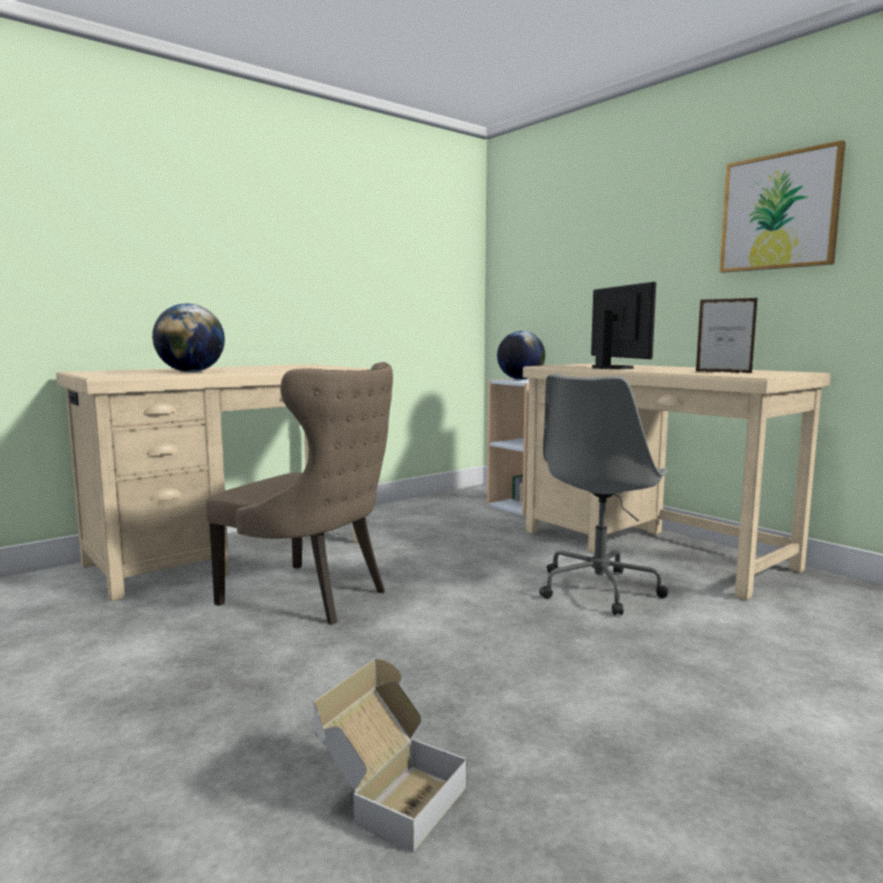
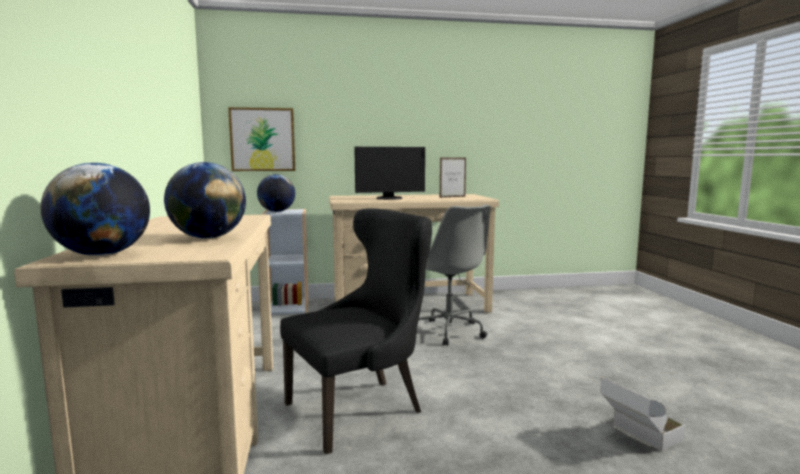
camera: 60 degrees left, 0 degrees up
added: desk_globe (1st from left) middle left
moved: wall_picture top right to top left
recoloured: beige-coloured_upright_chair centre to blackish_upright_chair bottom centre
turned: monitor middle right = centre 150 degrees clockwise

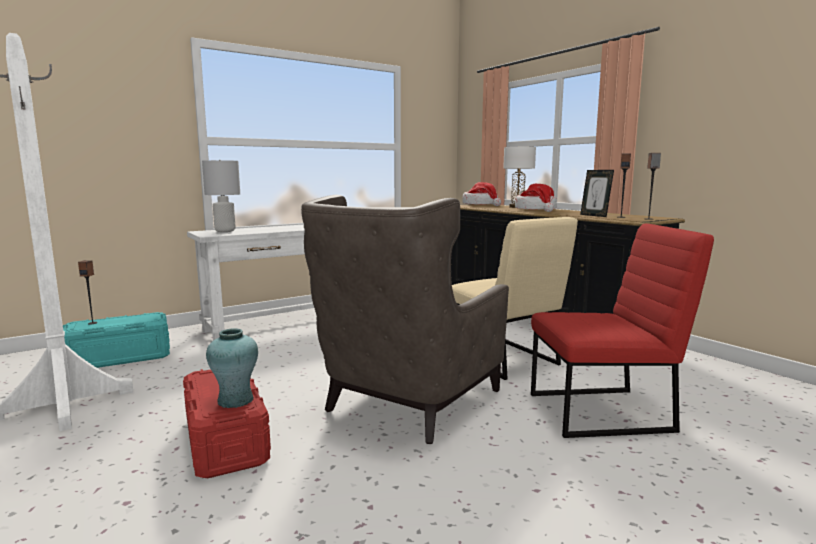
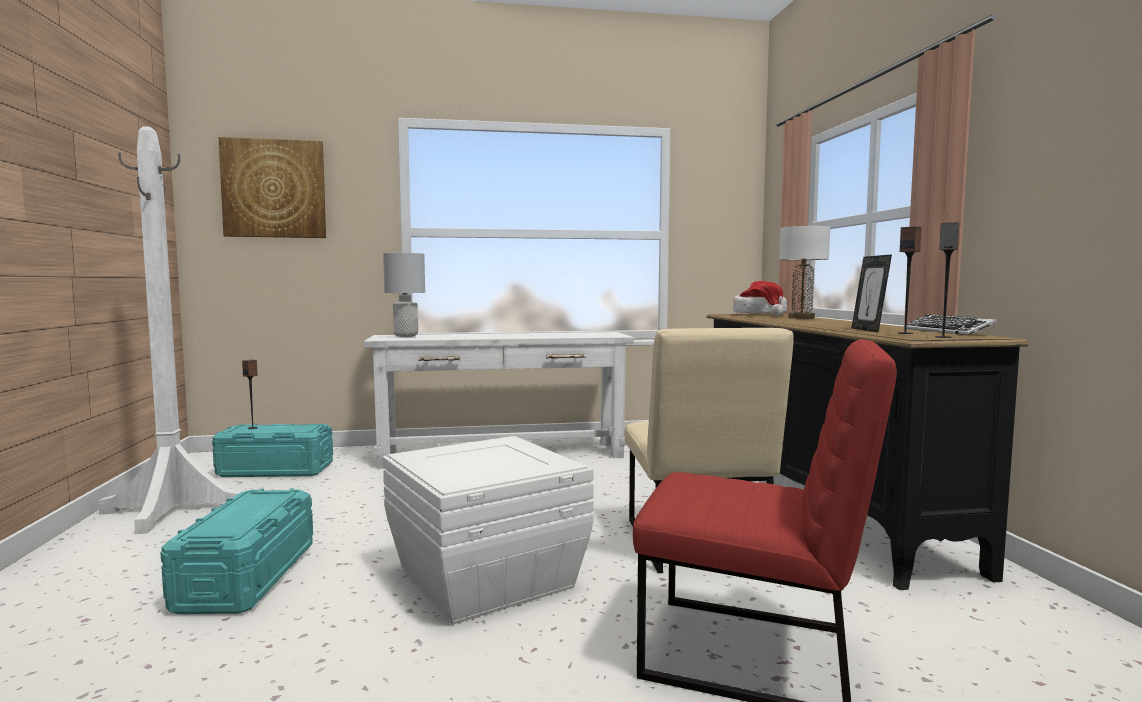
camera: 25 degrees right, 5 degrees down
removed: hat (2nd from left) centre; blue-green_decorative_vase bottom left
added: wall_picture top left; keyboard middle right
replaced: grey_lounge_chair centre to whitish_storage_container bottom centre
recoloured: red_storage_container bottom left to blue-green_storage_container (1st from left) bottom left

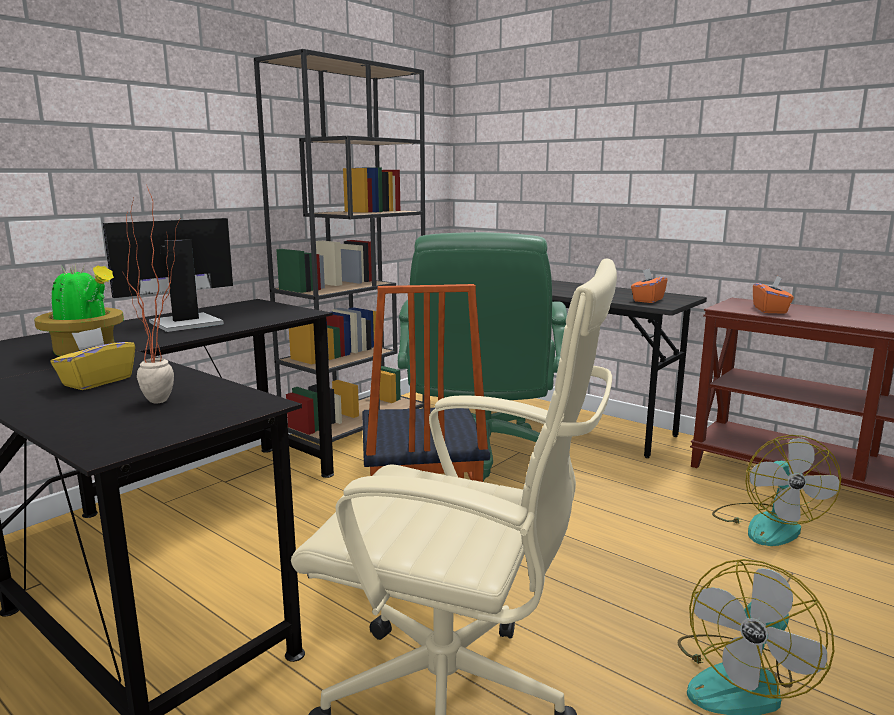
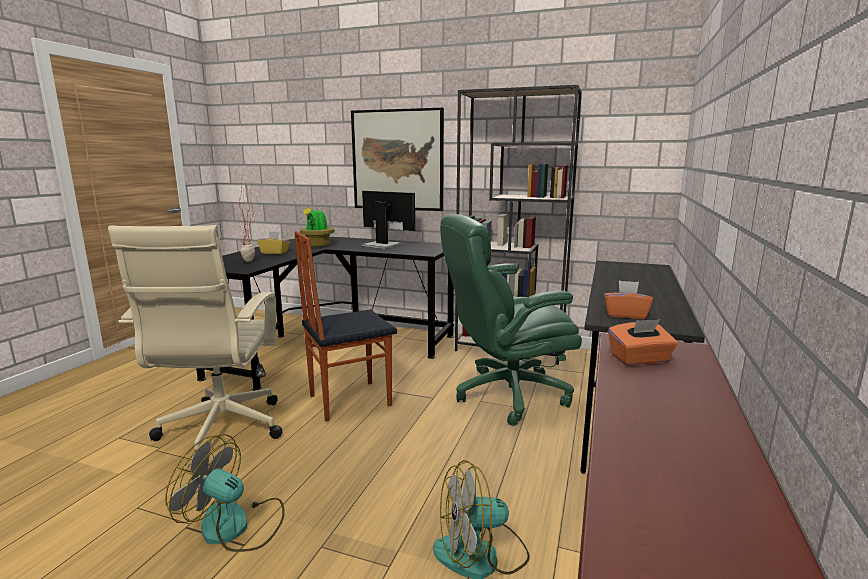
camera: 70 degrees right, 0 degrees up
added: wall_picture top centre

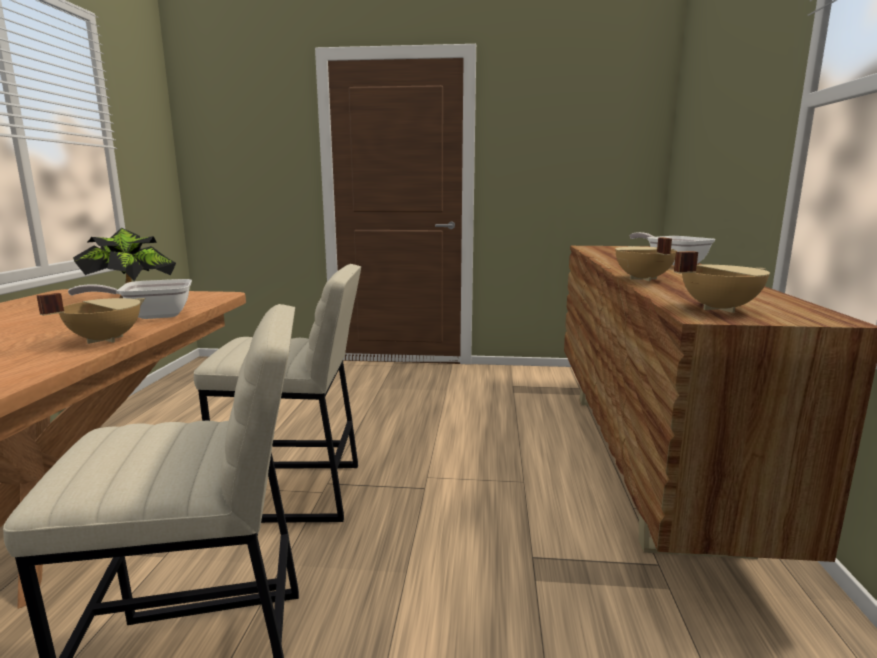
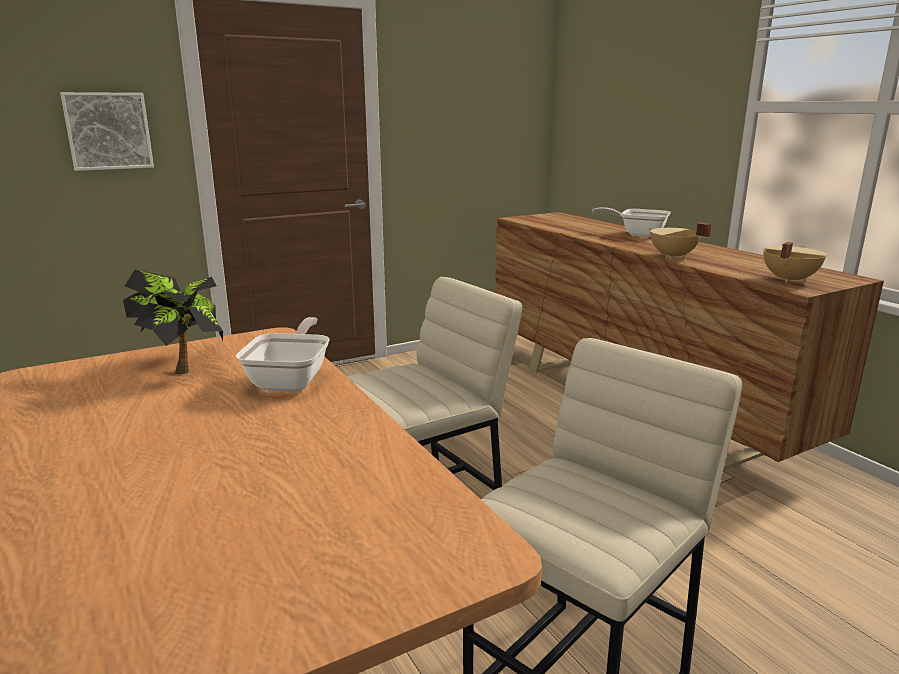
camera: 35 degrees left, 5 degrees up
removed: beige-coloured_saucepot (1st from left) middle left
added: wall_picture top left
turned: skillet (1st from left) middle left = middle left 150 degrees clockwise

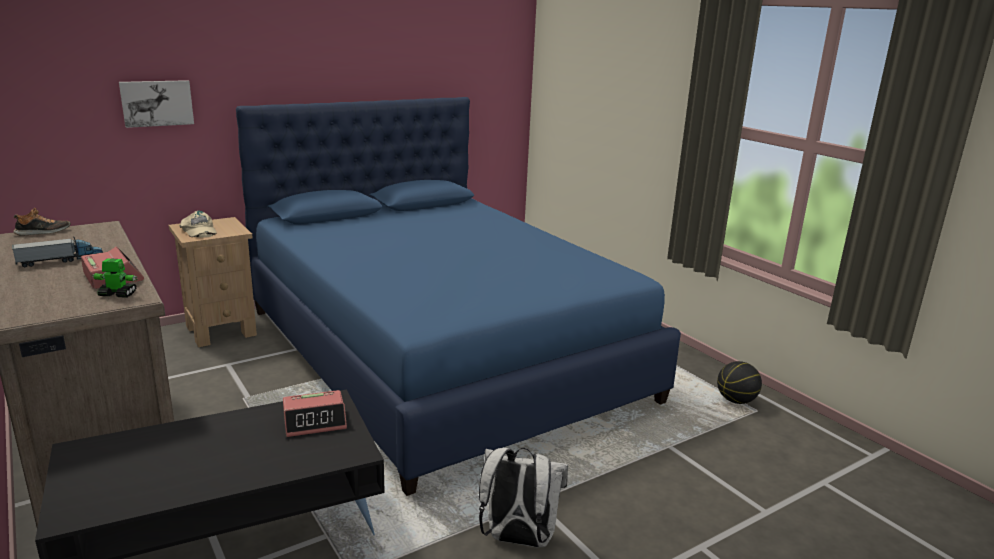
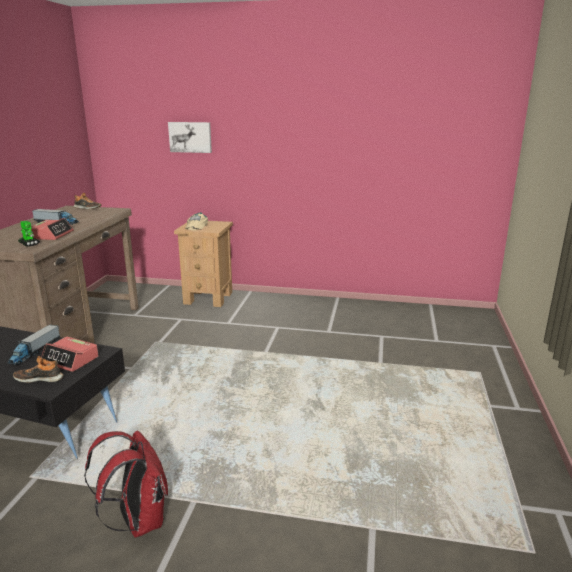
camera: 45 degrees right, 0 degrees up
removed: bluish_sleeping_bed centre; ball_for_basketball bottom right
added: model_truck (1st from left) middle left; shoe (1st from left) middle left
recoloured: whitish_rucksack bottom centre to red_rucksack bottom left

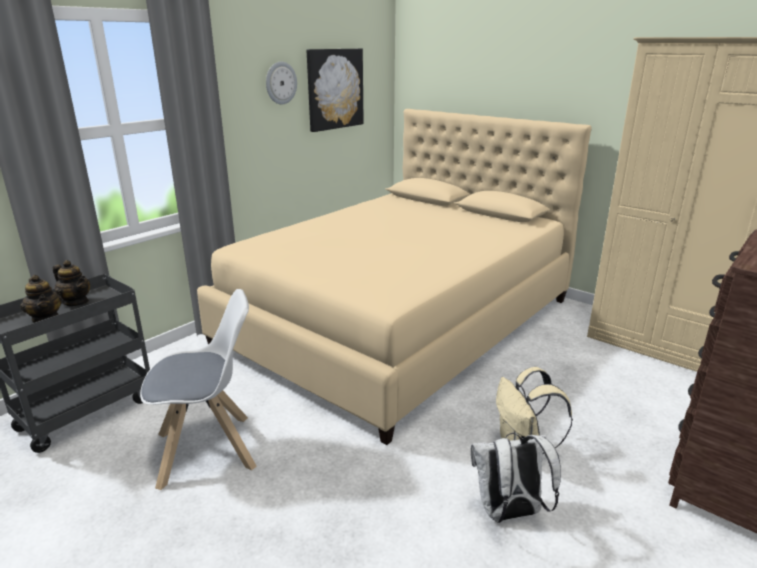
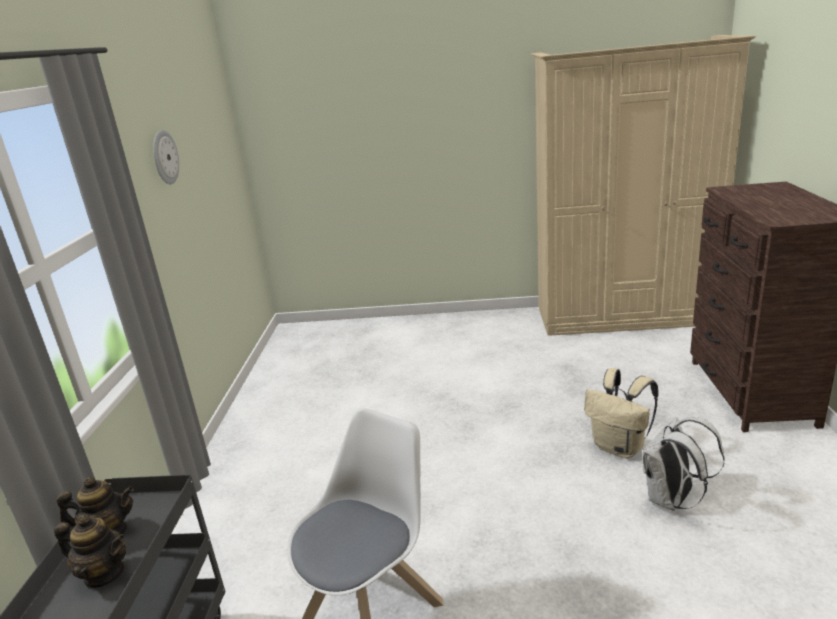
camera: 35 degrees left, 0 degrees up
removed: wall_picture top centre; beige-coloured_sleeping_bed centre

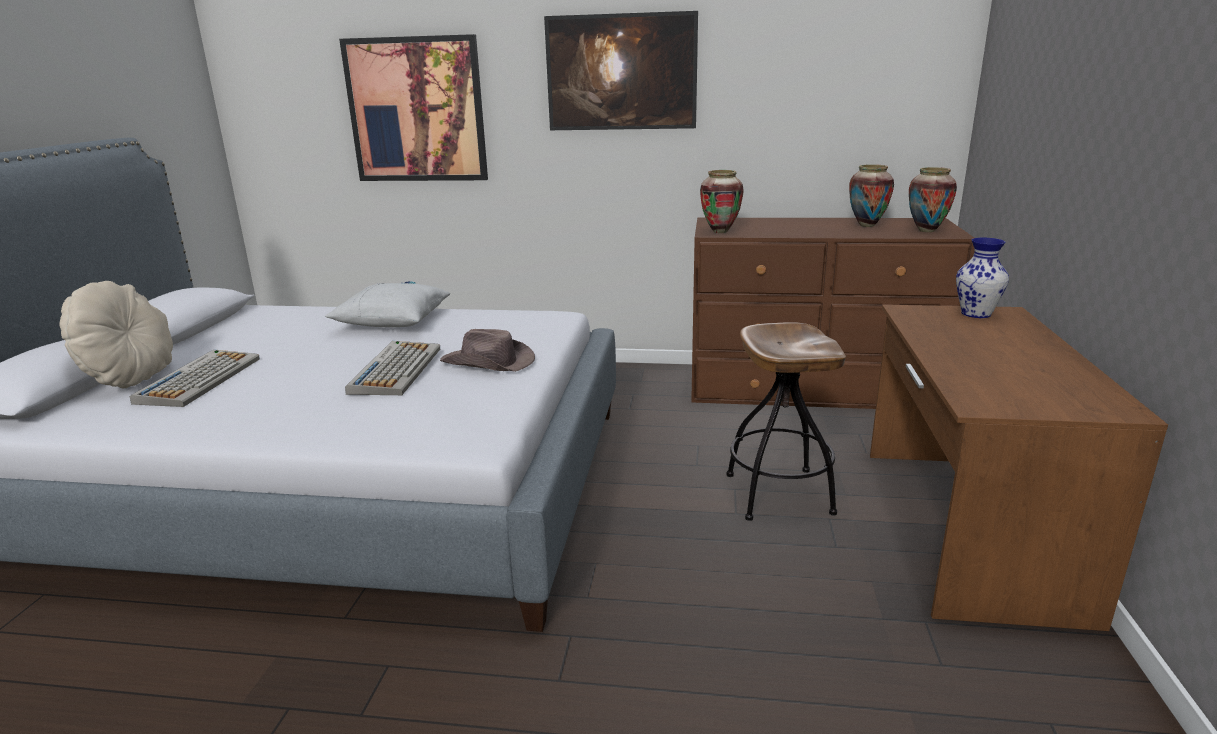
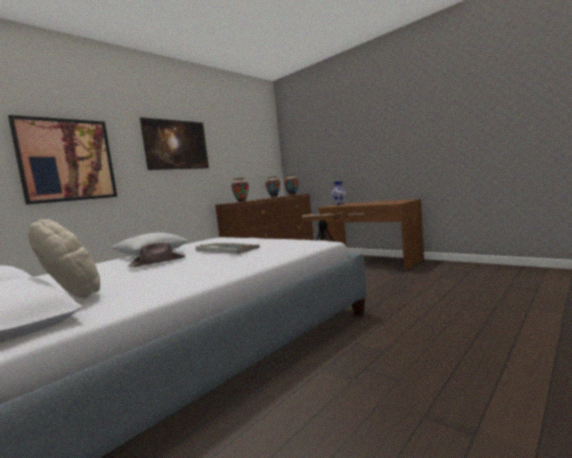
camera: 55 degrees left, 15 degrees down
removed: keyboard (1st from left) middle left
moved: brown-coloured_hat centre to middle left

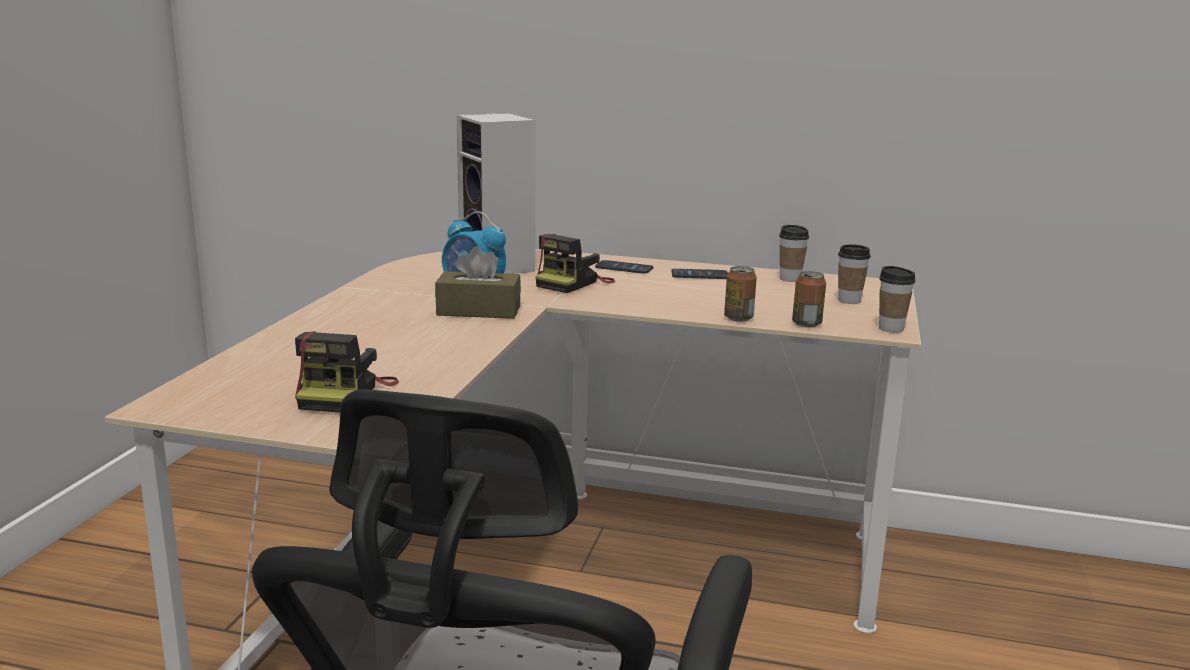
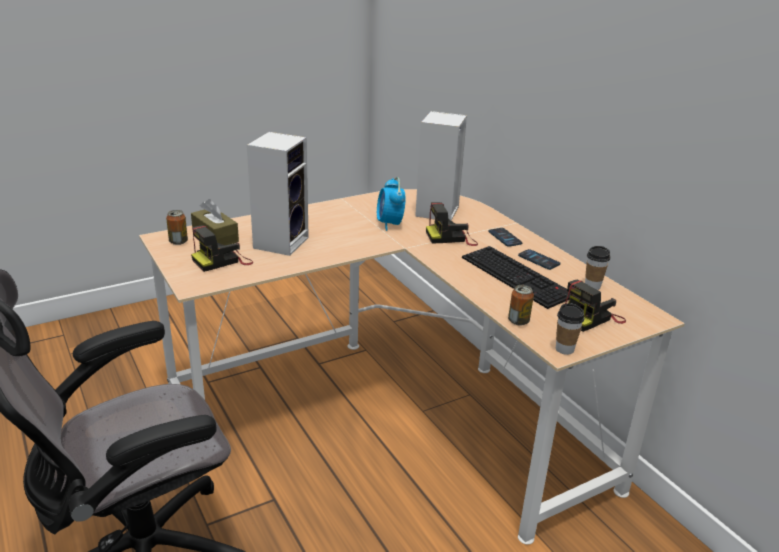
camera: 45 degrees right, 10 degrees up
added: audio_speaker (1st from left) centre; keyboard centre
moved: brown-coloured_tissue_holder centre to middle left; can (1st from left) centre to middle left
replaced: drinking_cup (2nd from left) middle right to photo_camera (3rd from left) middle right

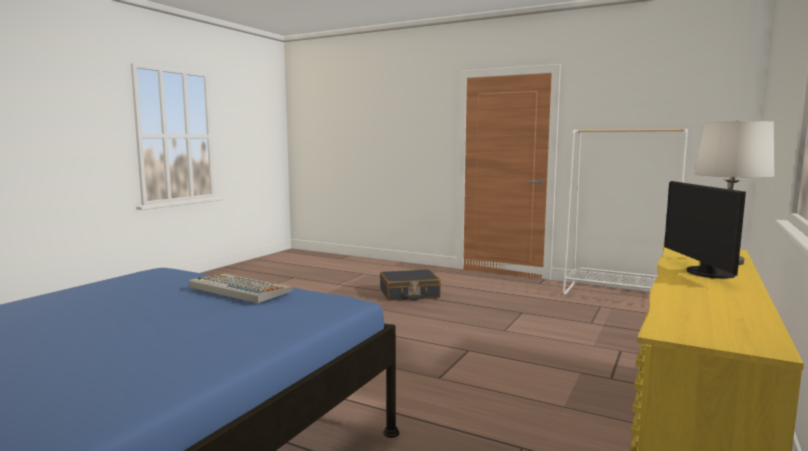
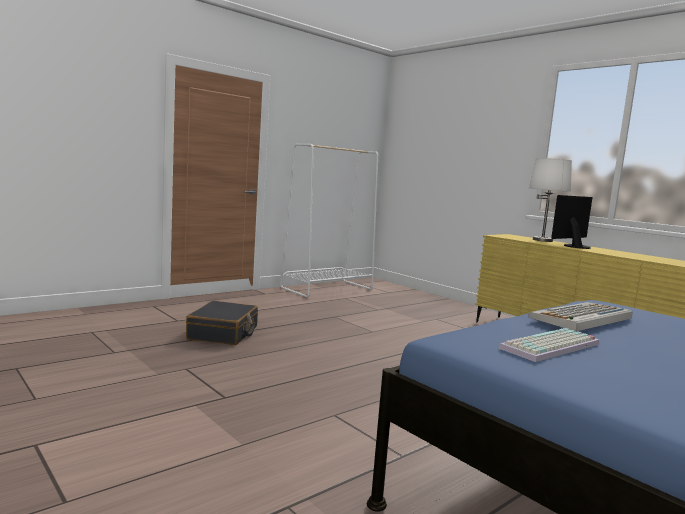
camera: 70 degrees left, 0 degrees up
added: keyboard (1st from left) bottom right
turned: monitor middle right = middle right 120 degrees clockwise

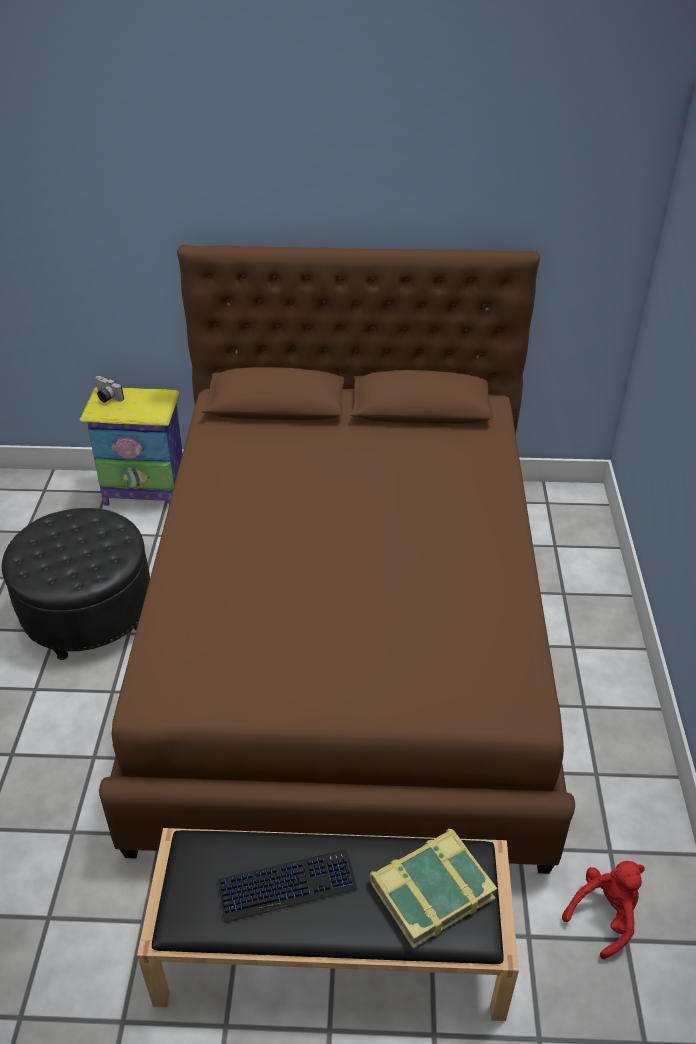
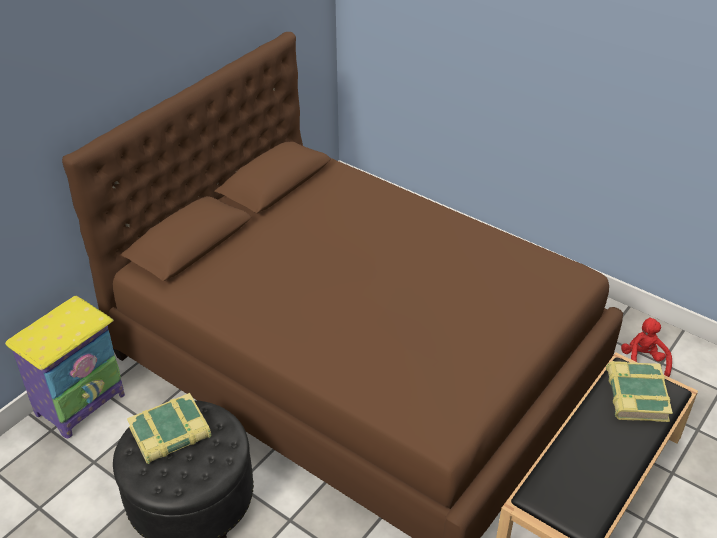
camera: 55 degrees left, 0 degrees up
removed: photo_camera middle left; keyboard bottom centre
added: bound_book (1st from left) bottom left

